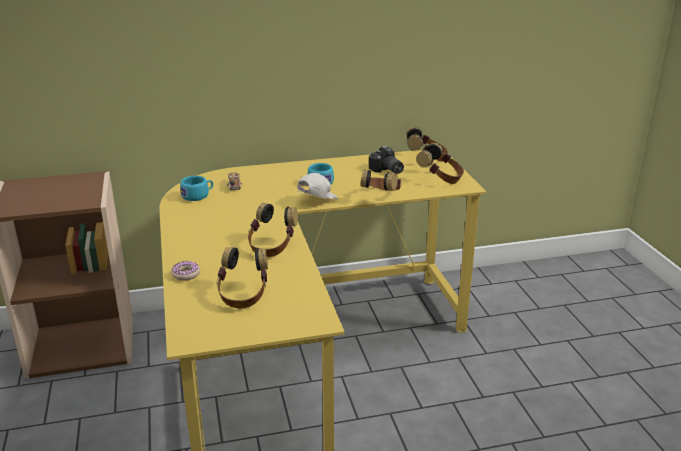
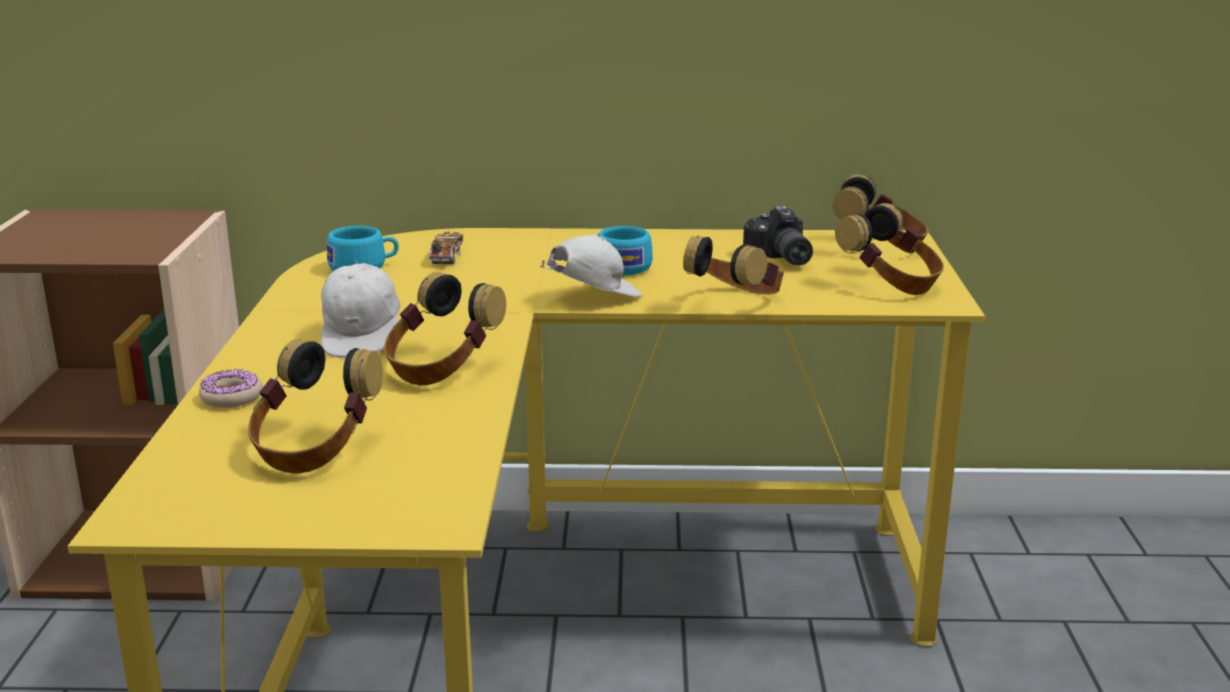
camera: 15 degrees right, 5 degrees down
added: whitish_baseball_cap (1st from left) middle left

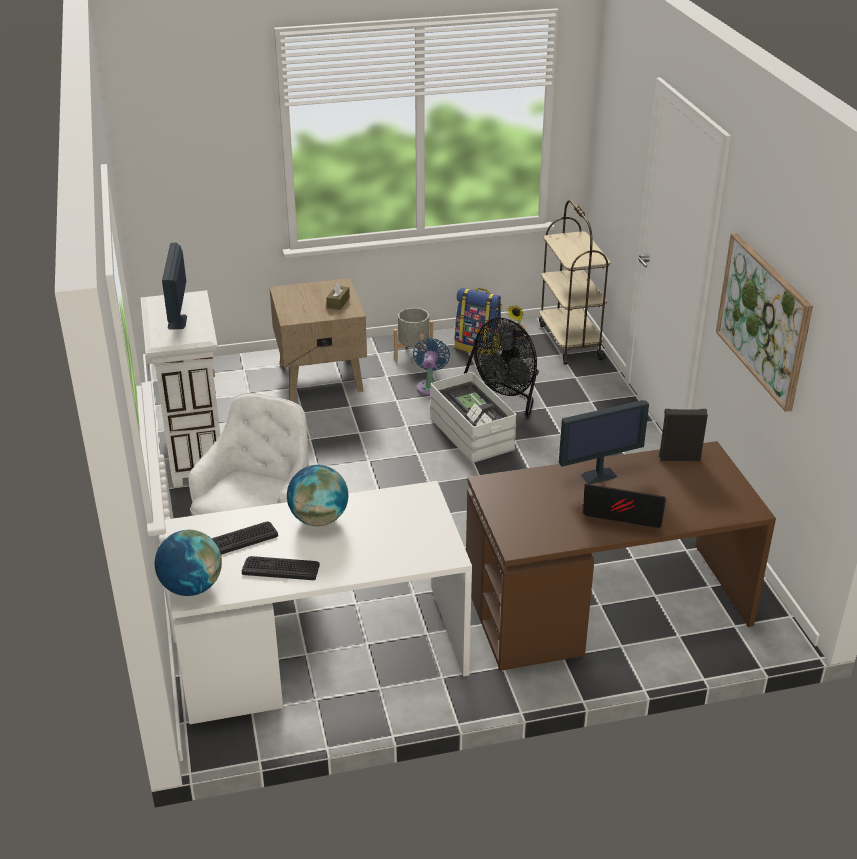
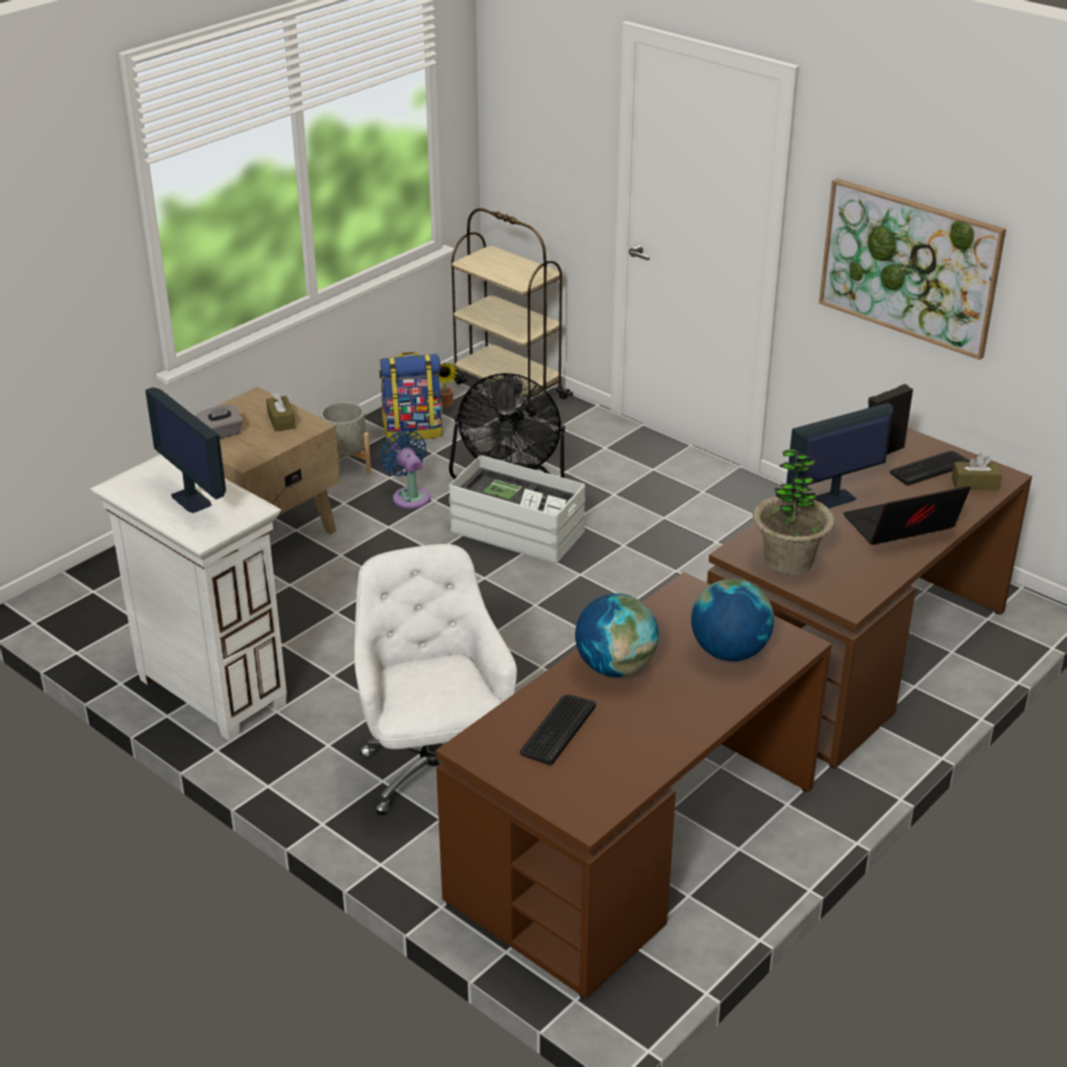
camera: 35 degrees left, 0 degrees up
added: grey_tissue_holder middle left; plant_in_a_pot (2nd from left) middle right; brown-coloured_tissue_holder (2nd from left) middle right
moved: desk_globe (1st from left in the first image) middle left to desk_globe (2nd from left) middle right; keyboard (2nd from left) middle left to middle right
recoloured: whitish_desk_unit bottom centre to brown-coloured_desk_unit (1st from left) bottom centre
turned: monitor (2nd from left) middle right = middle right 150 degrees counterclockwise

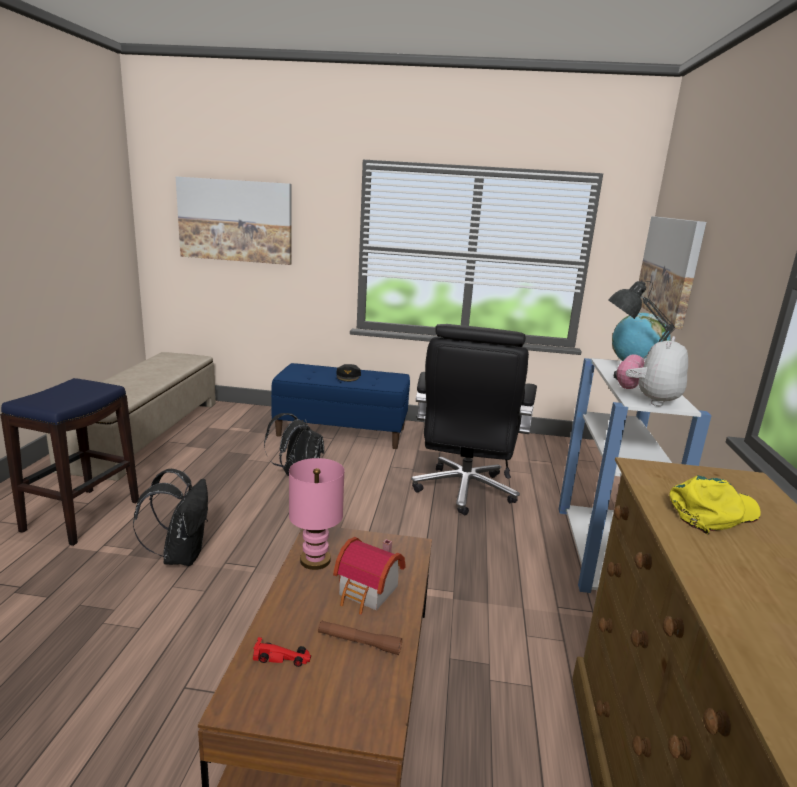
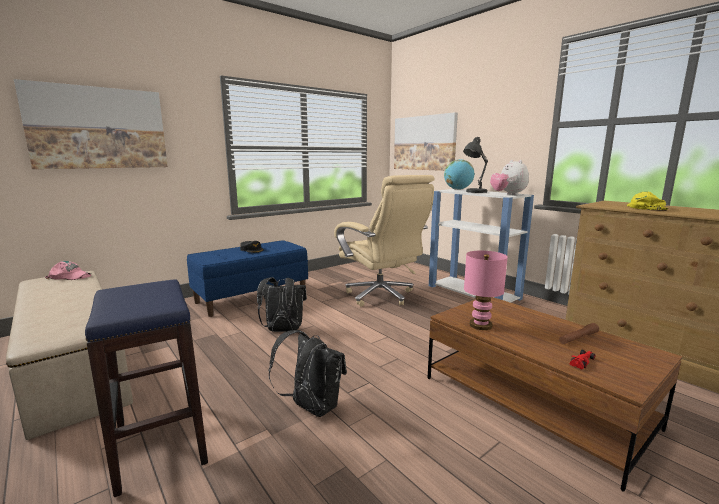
camera: 45 degrees left, 5 degrees down
removed: model_house bottom centre
added: pink-coloured_baseball_cap middle left
recoloured: blackish_desk_chair centre to beige-coloured_desk_chair centre

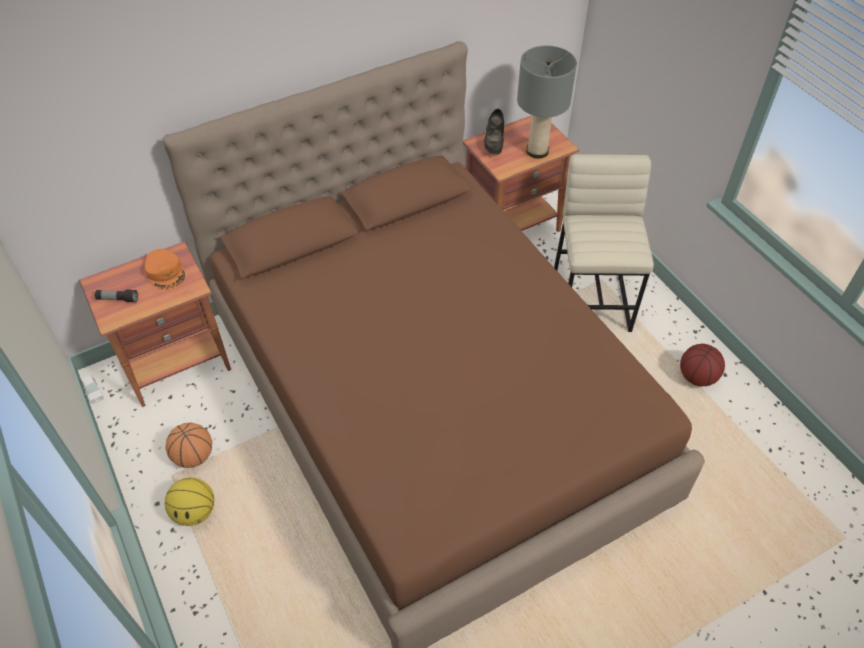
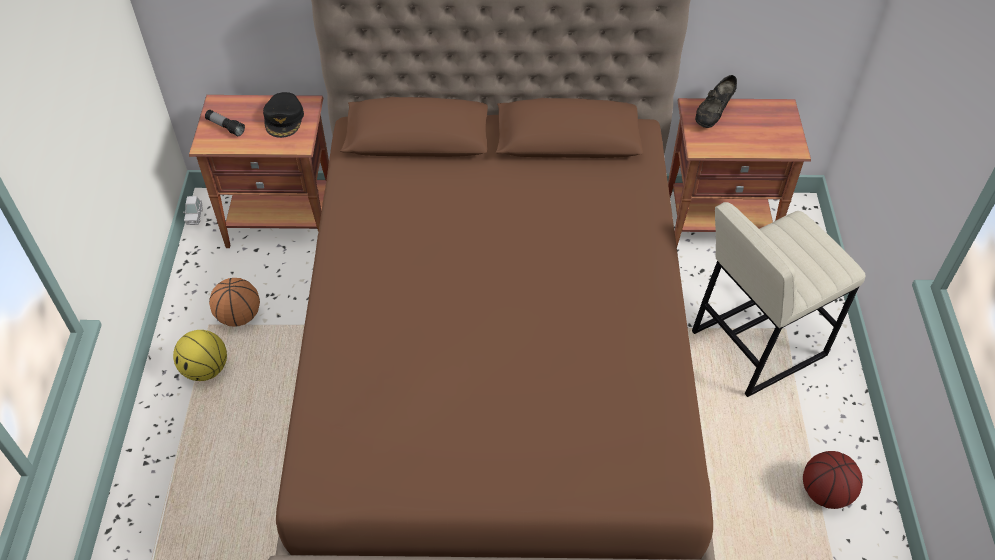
camera: 30 degrees right, 0 degrees up
removed: grey_table_lamp top centre
recoloured: orange_baseball_cap middle left to blackish_baseball_cap top left
turned: beige-coloured_upright_chair middle right = middle right 150 degrees counterclockwise

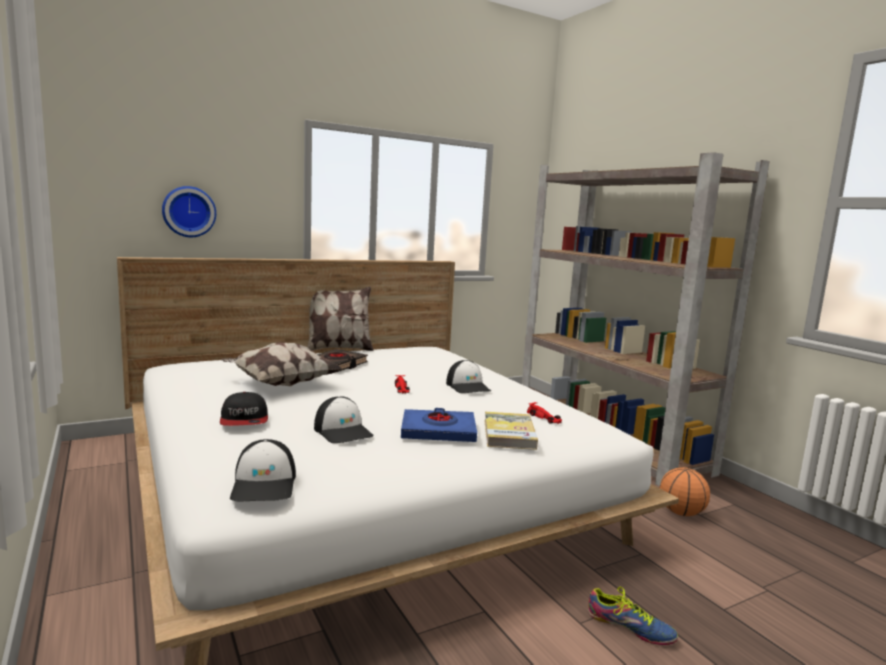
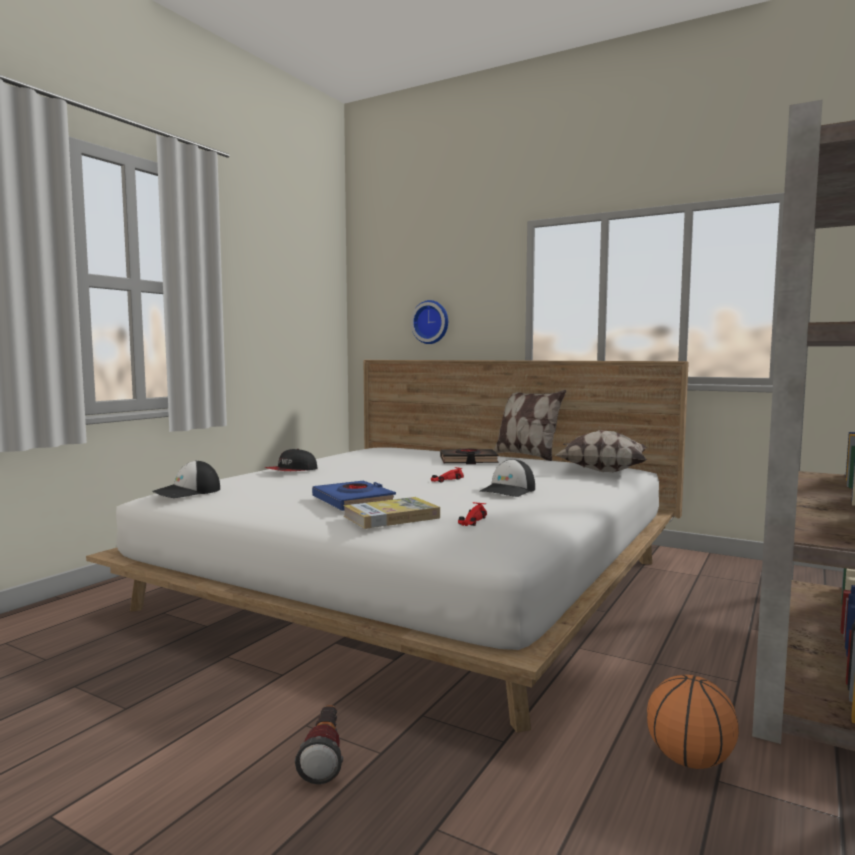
camera: 60 degrees right, 5 degrees down
removed: baseball_cap (3rd from left) centre
moved: throw_pillow (1st from left in the first image) middle left to throw_pillow (2nd from left) middle right
replaced: shoe bottom right to torch bottom centre

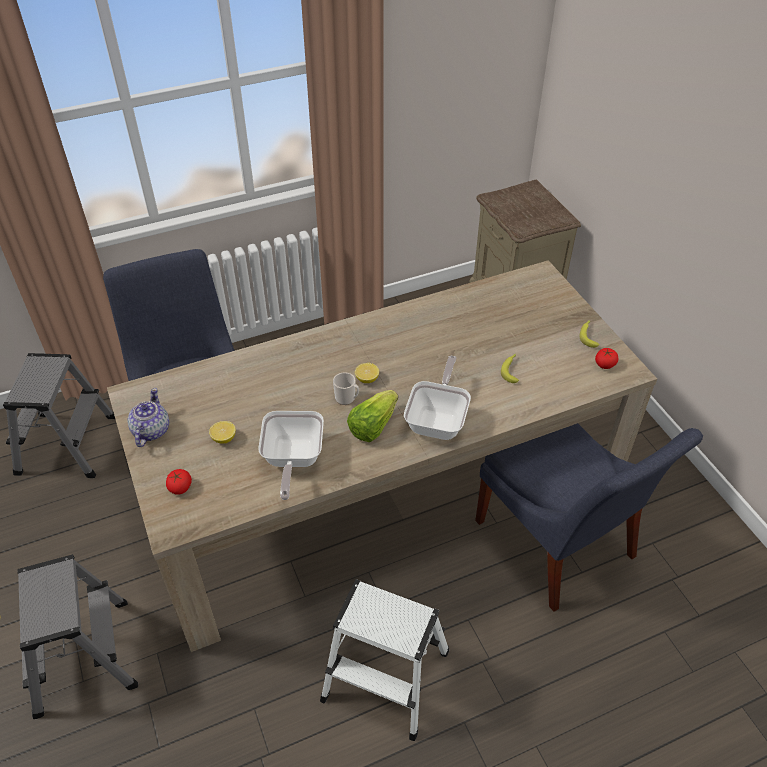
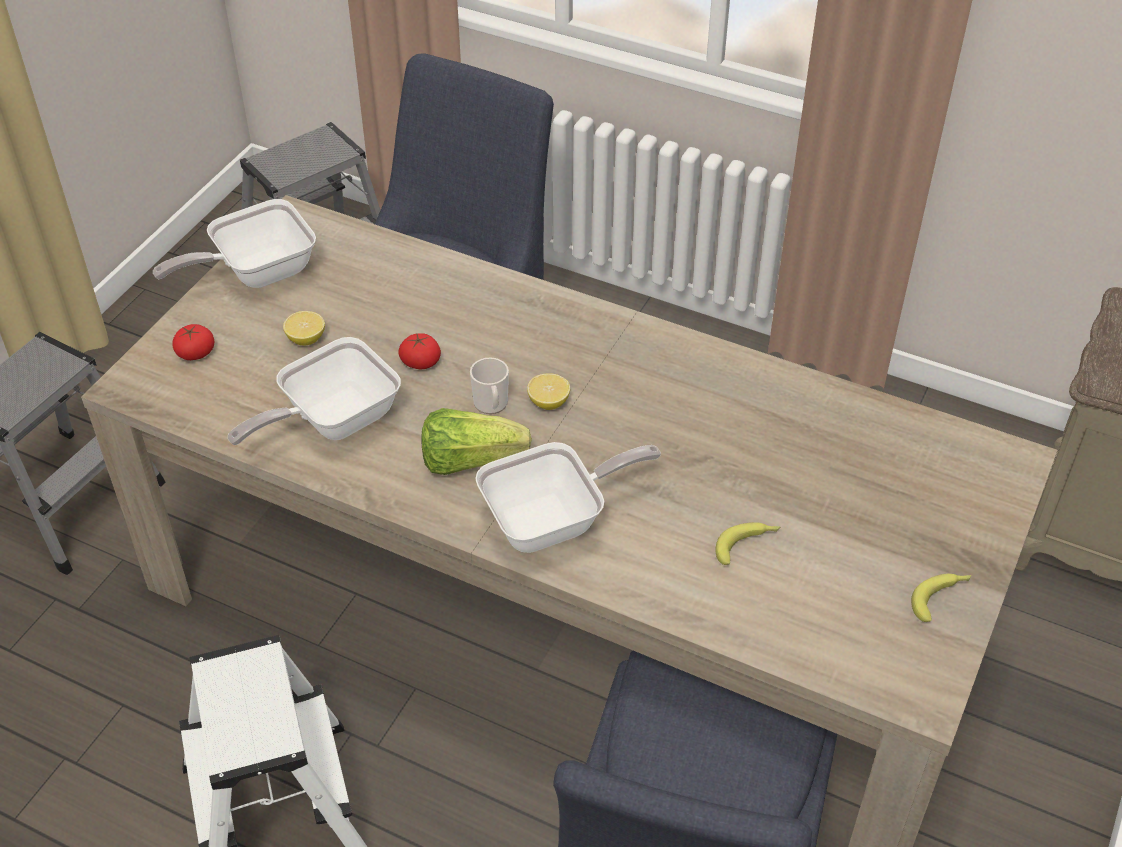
camera: 50 degrees right, 0 degrees up
moved: whole_tomato (2nd from left) middle right to centre
replaced: pot_for_tea middle left to skillet (1st from left) top left

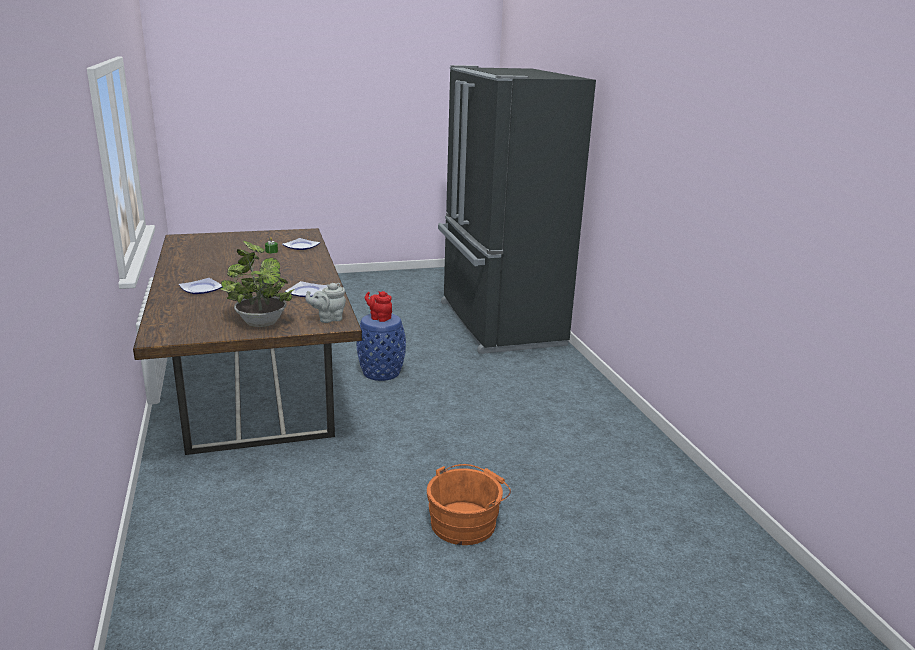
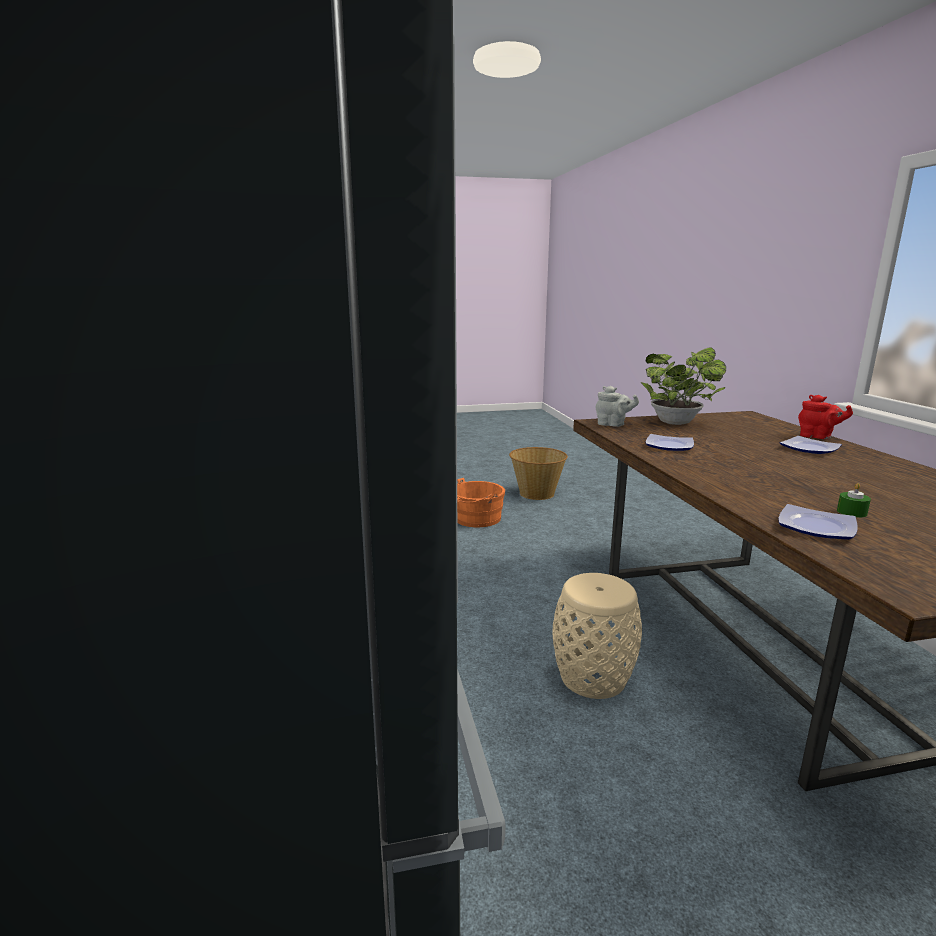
camera: 175 degrees left, 5 degrees down
added: household_basket centre
moved: red_pot_for_tea centre to middle right
recoloured: bluish_stool_seat centre to beige-coloured_stool_seat bottom centre
turned: grey_pot_for_tea centre = centre 45 degrees clockwise

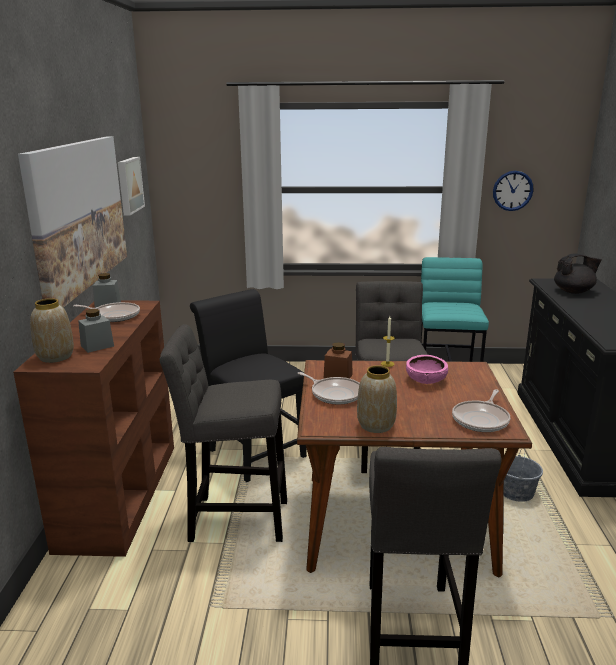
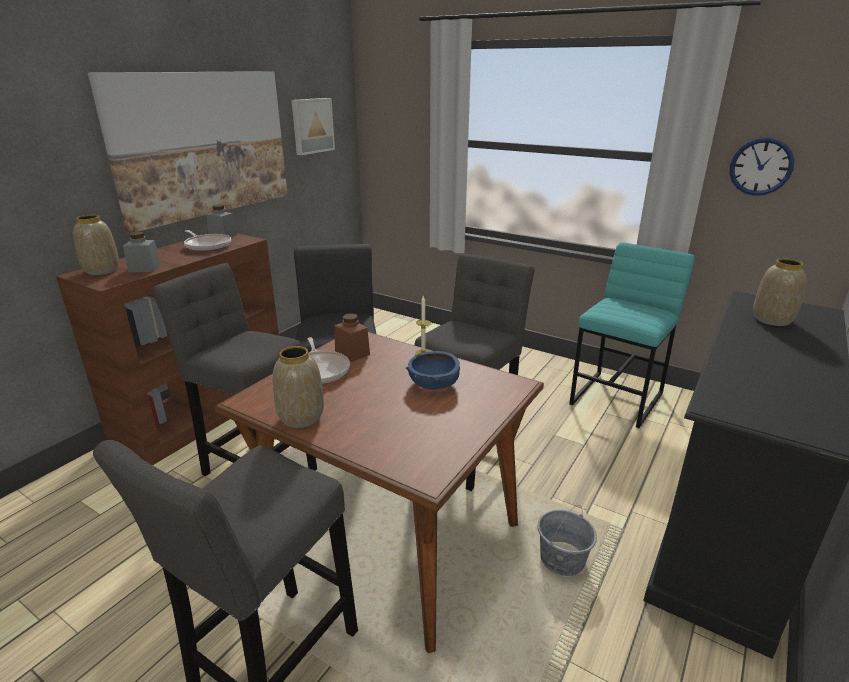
camera: 30 degrees right, 5 degrees up
removed: skillet (3rd from left) middle right
replaced: blackish_pot_for_tea middle right to decorative_vase (3rd from left) middle right
recoloured: pink-coloured_bowl middle right to bluish_bowl centre

